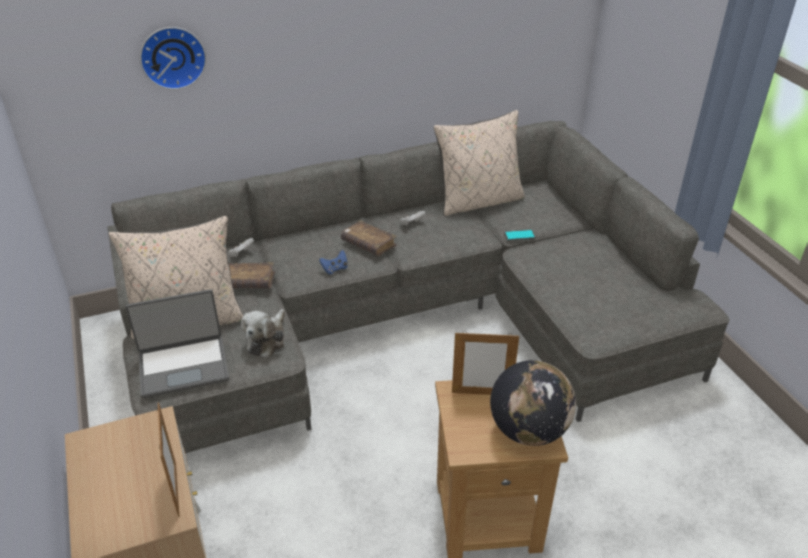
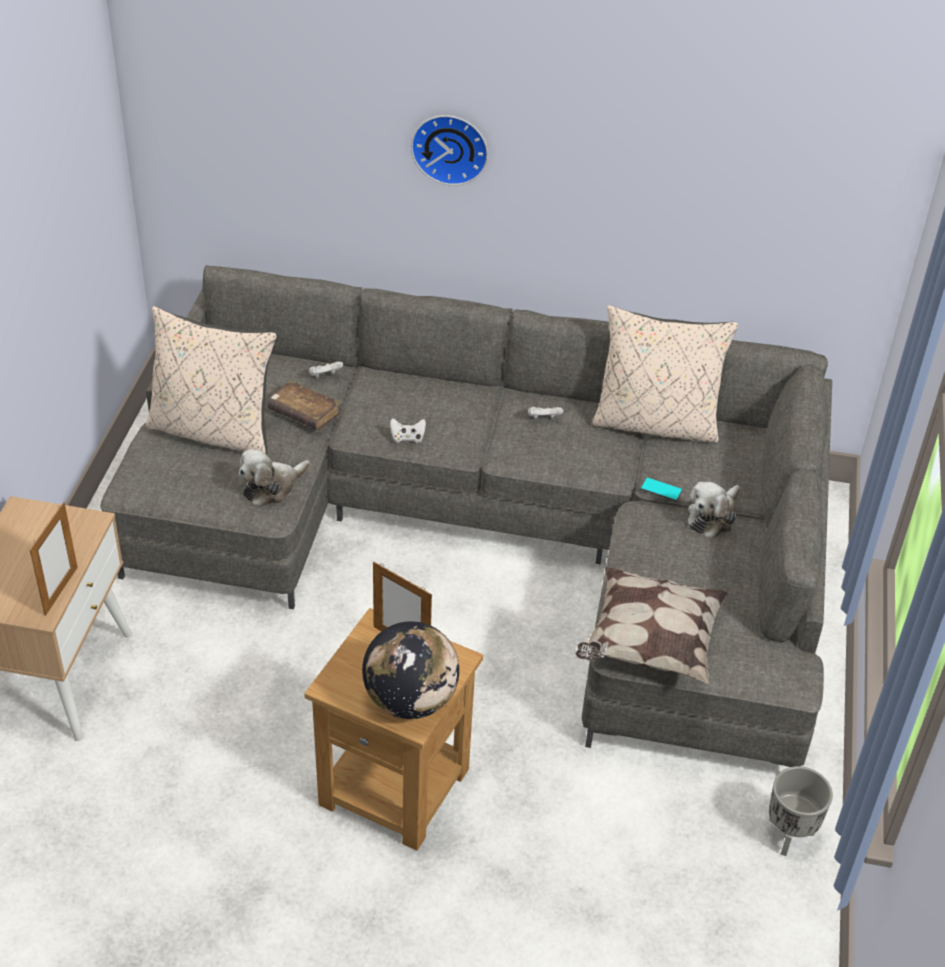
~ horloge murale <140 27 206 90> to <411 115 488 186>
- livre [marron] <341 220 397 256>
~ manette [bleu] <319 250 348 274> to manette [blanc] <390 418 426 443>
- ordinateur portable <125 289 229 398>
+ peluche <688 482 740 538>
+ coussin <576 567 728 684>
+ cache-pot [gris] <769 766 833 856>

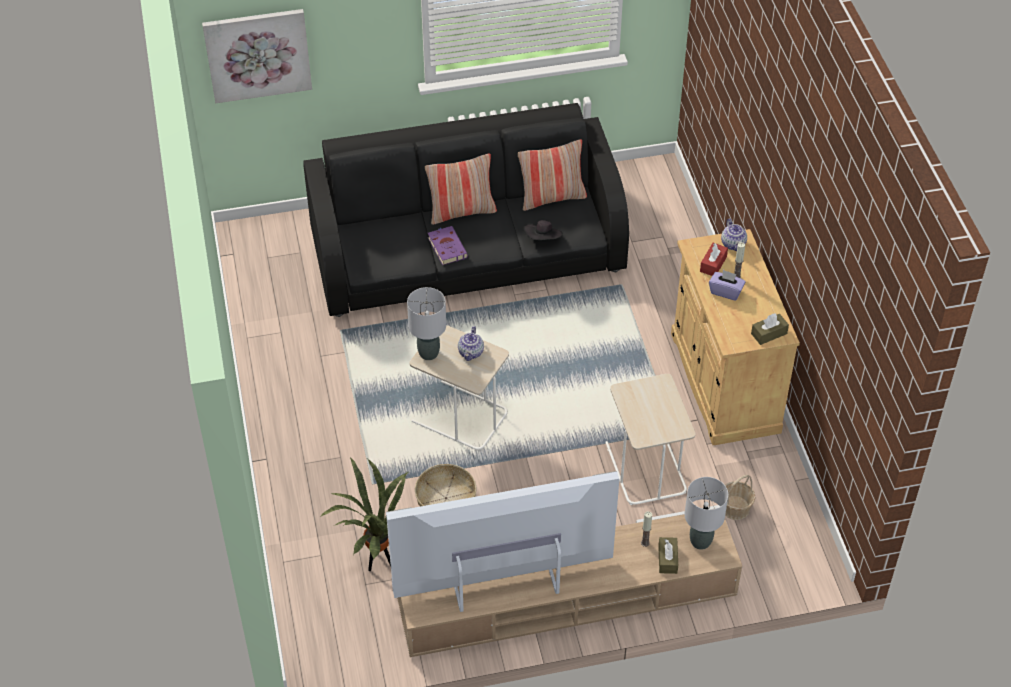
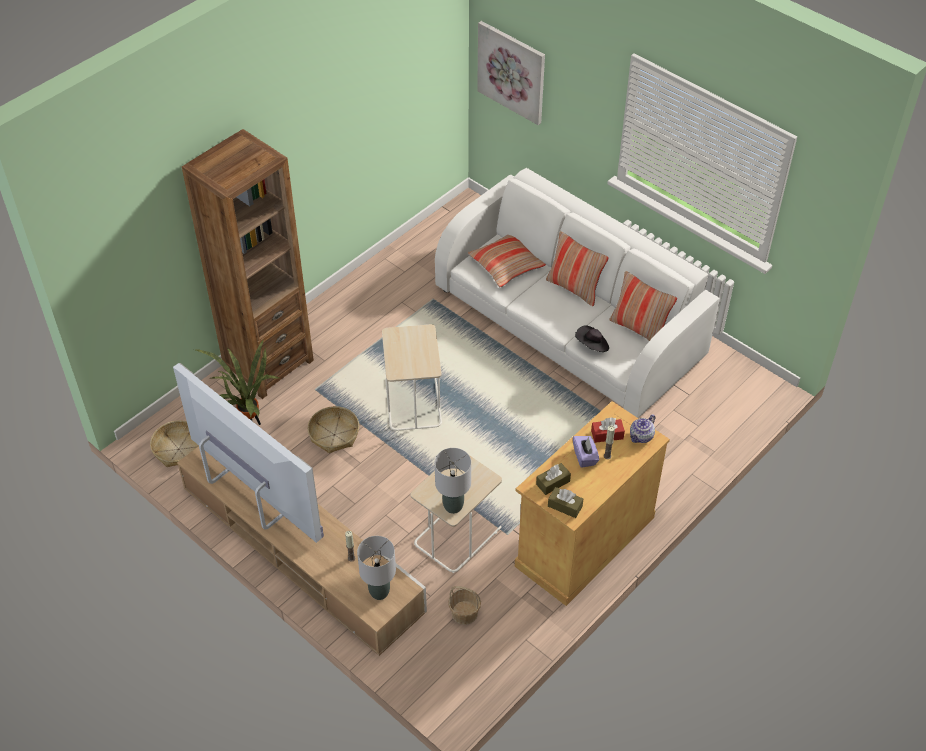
~ canapé [noir] <303 103 629 317> to canapé [blanc] <435 168 720 418>
- livre [violet] <428 226 468 265>
~ lampe de table [gris] <407 287 446 360> to <435 448 471 514>
- théière <458 326 484 361>
~ boîte à mouchoirs [marron] <658 537 678 574> to <536 463 571 495>
+ bibliothèque [marron] <182 129 314 399>
+ coussin <468 235 546 287>
+ panier <150 420 199 467>

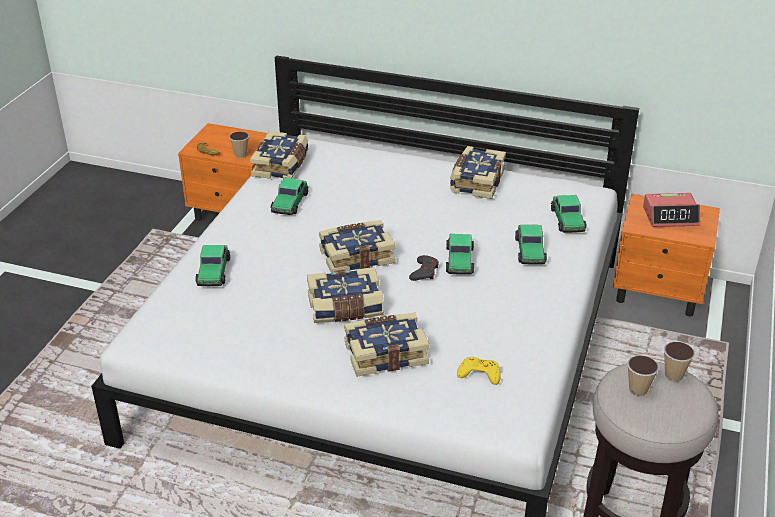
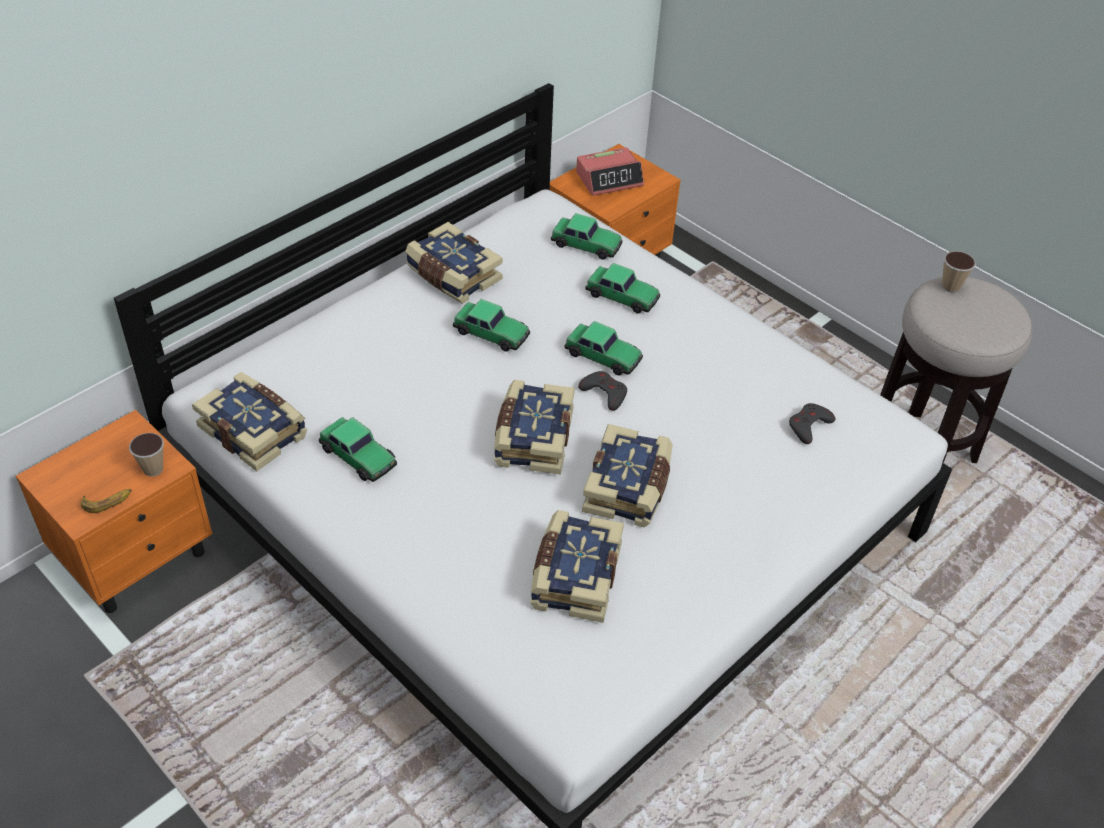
~ réveil <643 193 700 227> = <576 147 644 196> 45 degrees clockwise
~ petite voiture <195 245 230 286> to <453 299 530 351>
~ livre <344 313 430 377> to <531 510 624 623>
- tasse <627 355 659 396>
~ manette [jaune] <457 357 501 385> to manette [gris] <789 403 835 444>

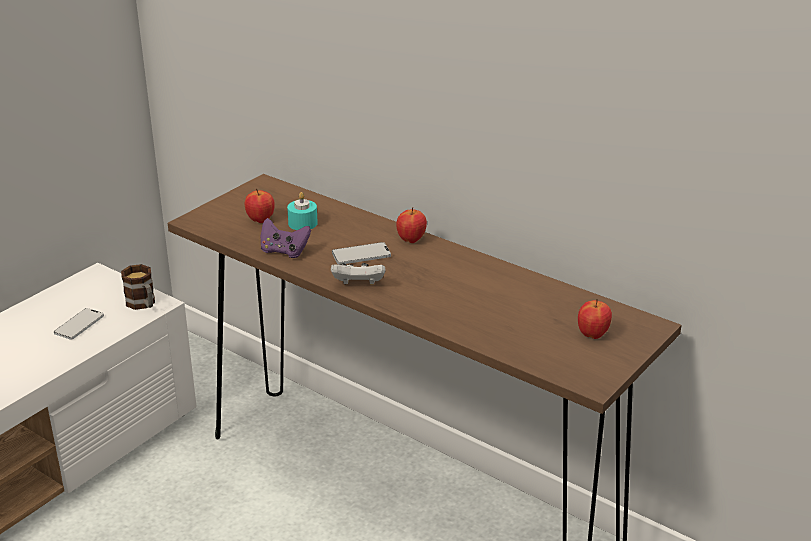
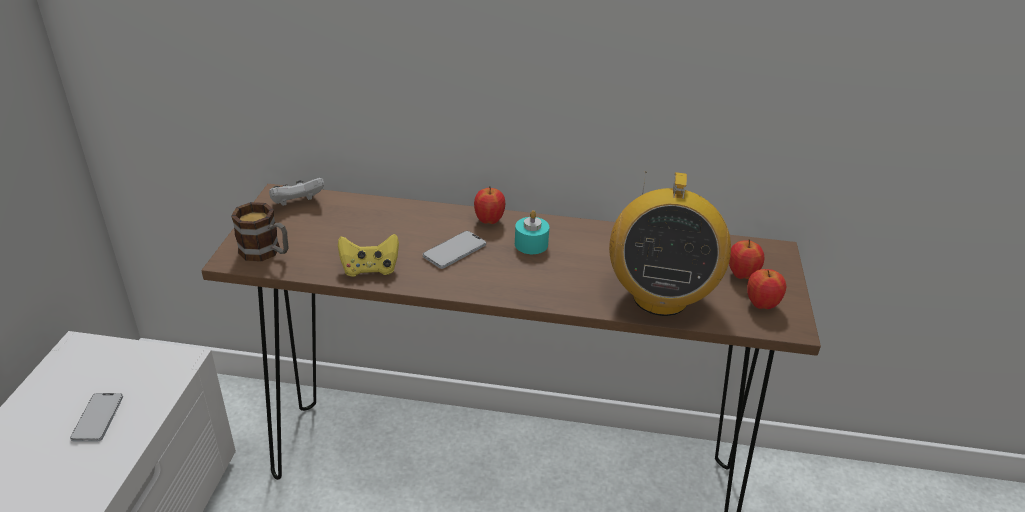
~ pomme <245 189 275 223> to <747 269 786 309>
~ bougie [turquoise] <287 192 318 230> to <515 210 549 254>
~ manette [violet] <261 218 311 258> to manette [jaune] <338 234 399 277>
~ manette [blanc] <331 263 386 284> to <269 178 324 206>
~ mug <121 264 155 310> to <231 202 289 262>
+ radio <609 172 731 316>

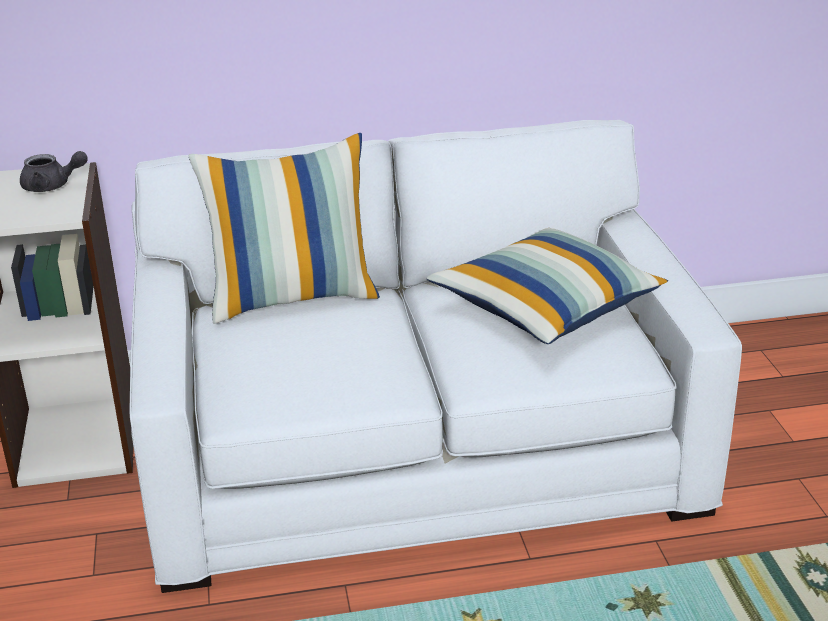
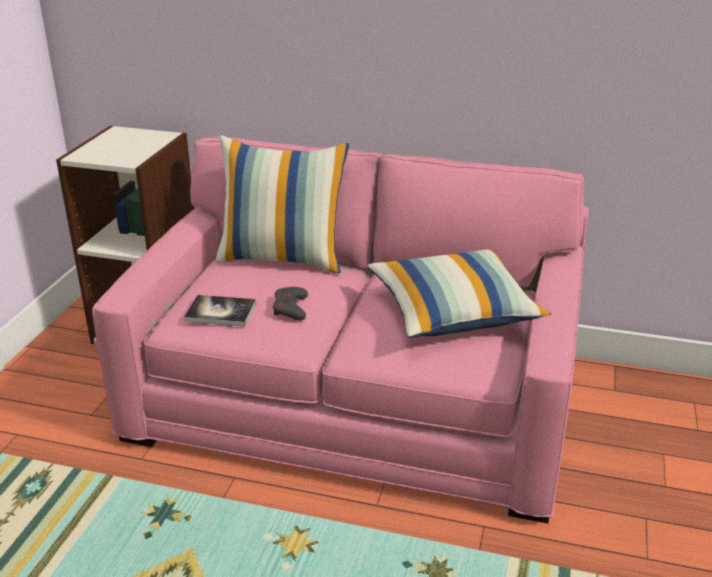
~ canapé [blanc] <130 120 742 593> to canapé [rose] <92 137 589 524>
- théière [gris] <20 151 88 192>
+ manette [gris] <273 287 308 321>
+ livre <184 295 256 327>

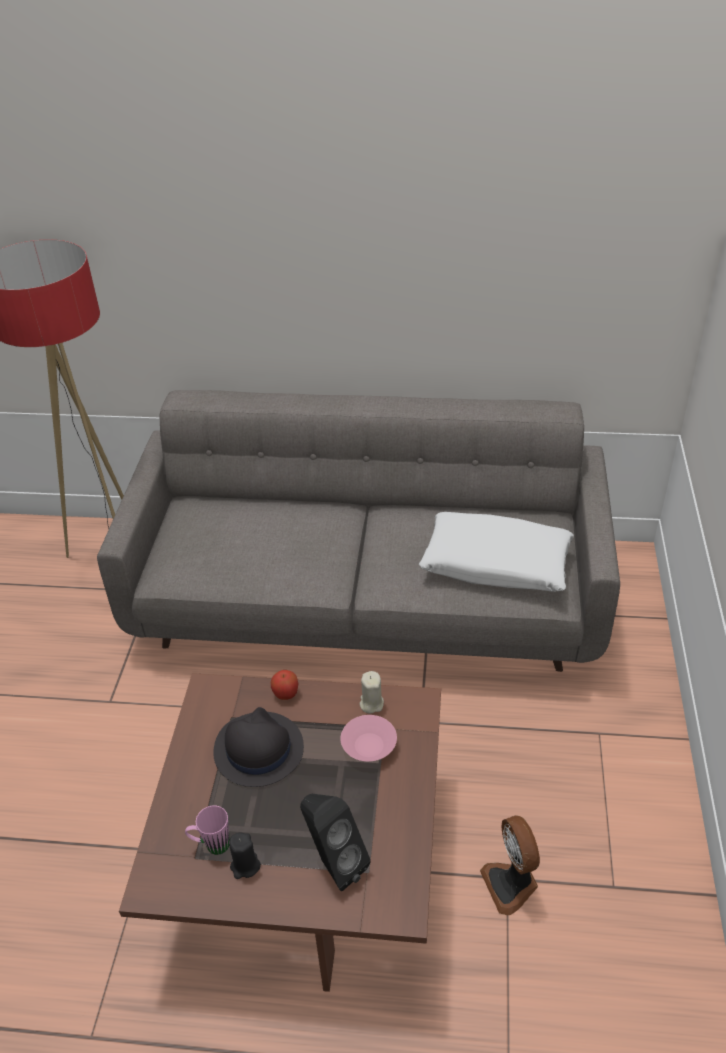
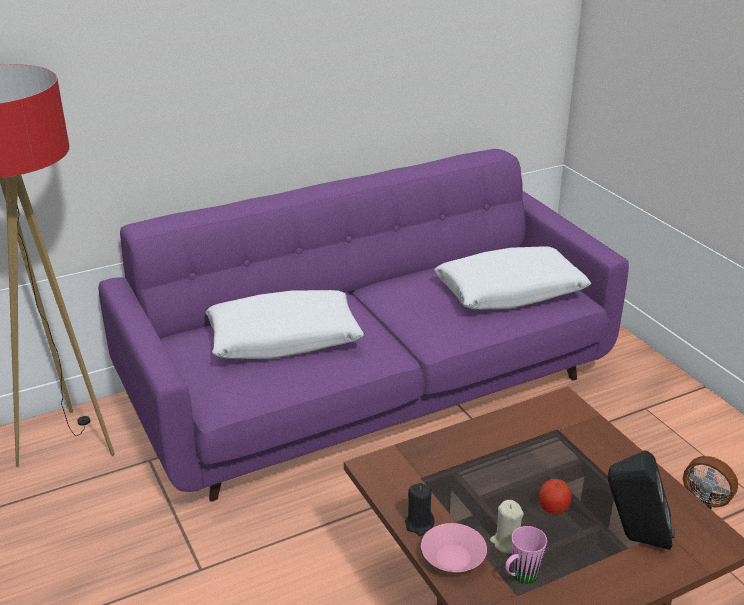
~ canapé [gris] <97 390 620 672> to canapé [violet] <99 149 629 502>
~ pomme <271 670 299 700> to <539 479 571 514>
~ bougie [beige] <360 671 384 714> to <490 500 524 553>
- chapeau [noir] <213 707 304 787>
~ bol [rose] <340 715 397 761> to <421 523 487 572>
~ bougie [noir] <229 833 261 879> to <405 483 435 536>
+ coussin [blanc] <206 290 364 359>

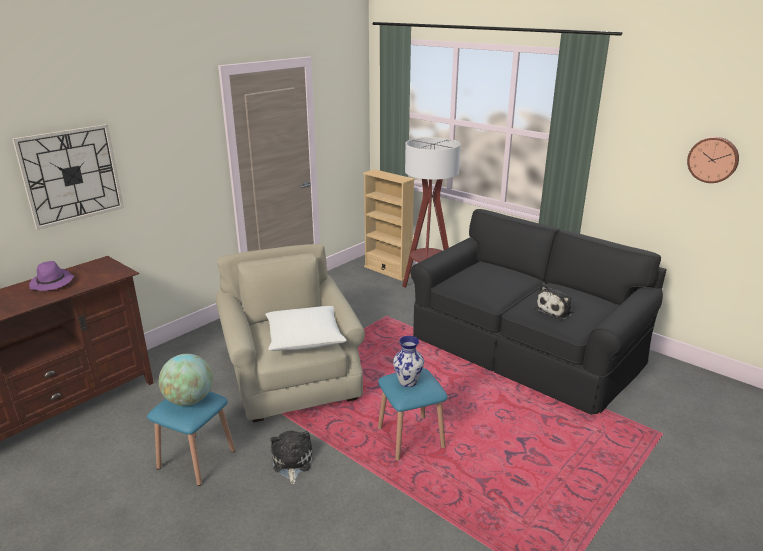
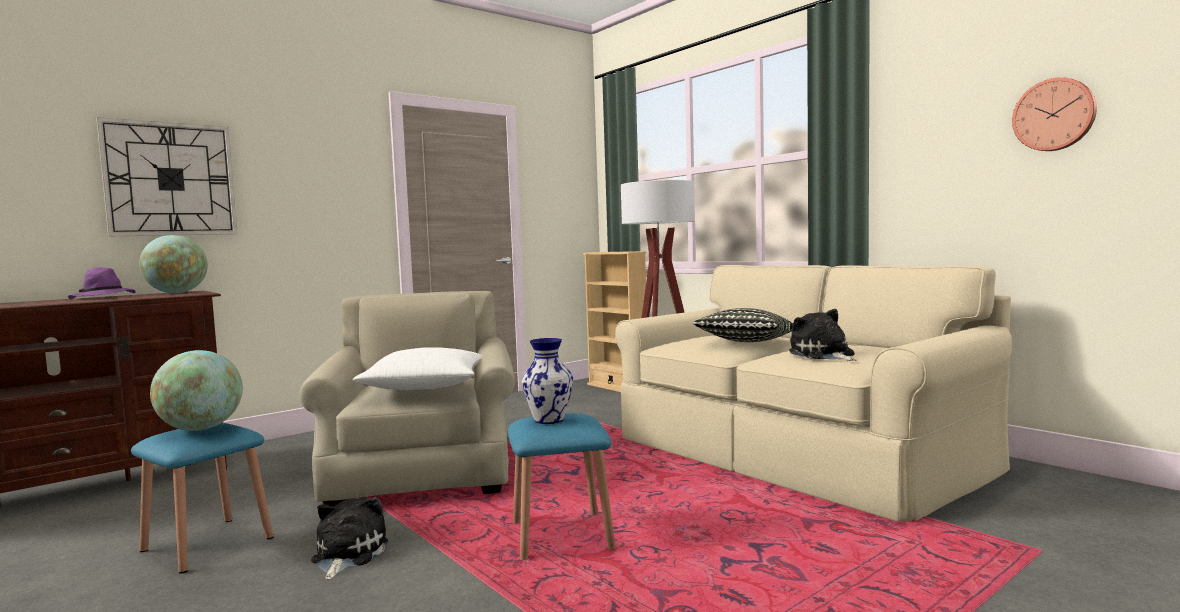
~ canapé [noir] <411 209 667 415> to canapé [beige] <615 265 1012 522>
~ peluche <535 283 574 319> = <789 309 857 361> 105 degrees clockwise
+ globe <139 235 208 293>
+ coussin <693 308 793 342>

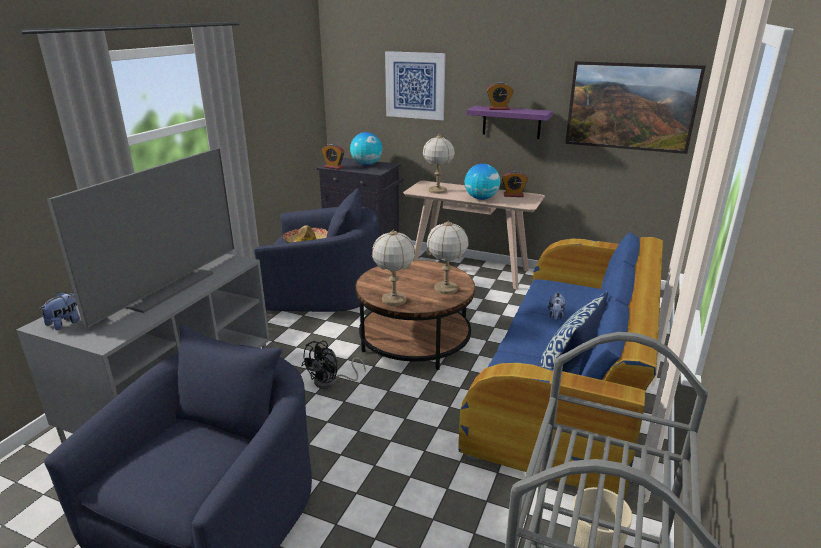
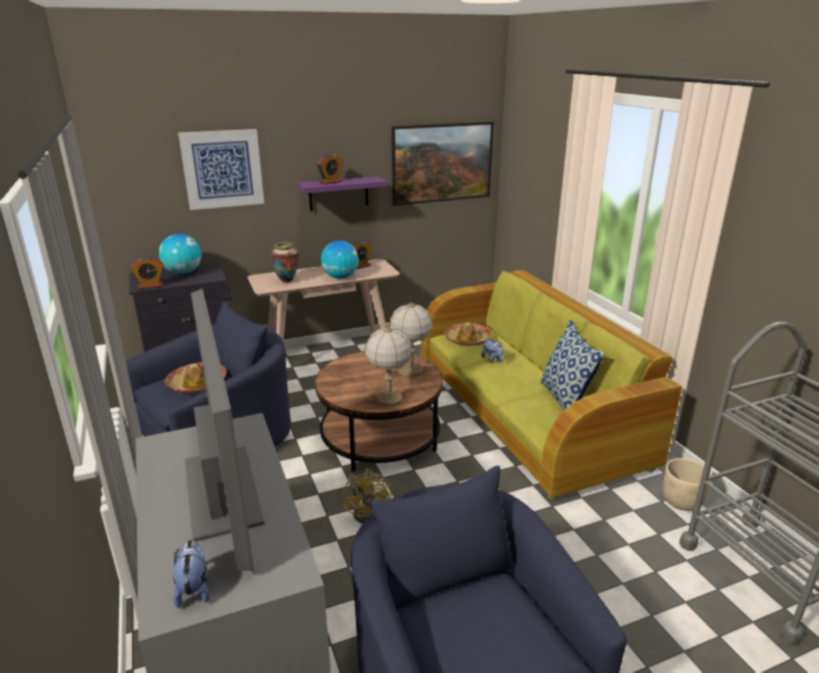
~ lampe de table <423 134 455 194> to vase <270 242 299 283>
~ canapé [bleu] <459 232 663 498> to canapé [vert] <421 270 682 500>
~ ventilateur [noir] <301 341 366 389> to ventilateur [jaune] <342 469 392 524>
+ chapeau <443 323 492 346>

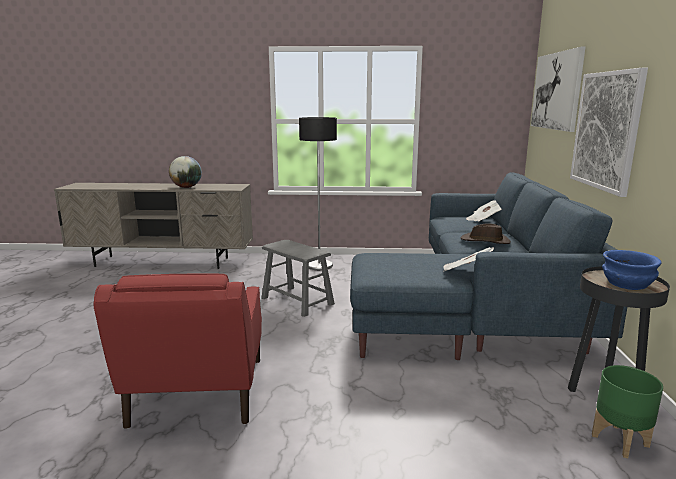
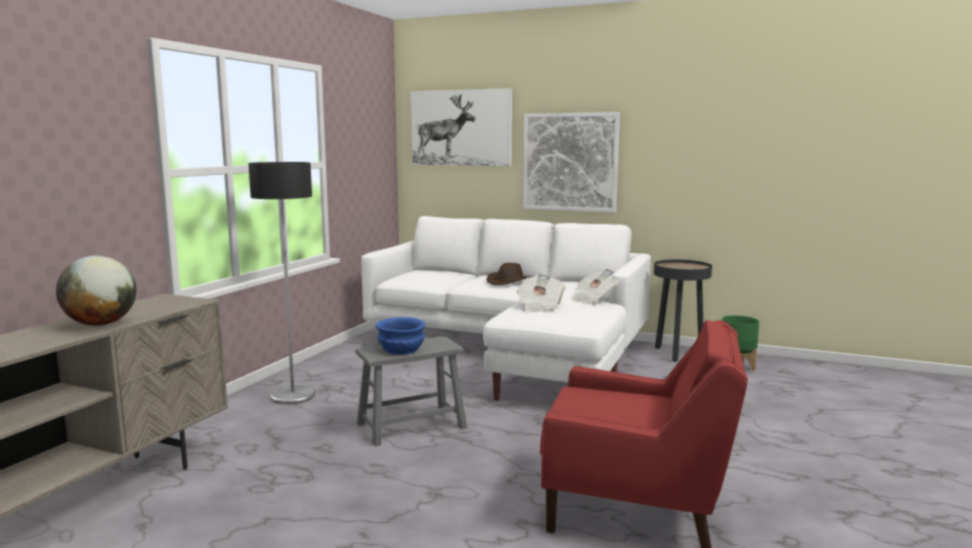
~ canapé [bleu] <350 172 627 360> to canapé [blanc] <361 216 651 401>
~ journal <466 200 502 221> to <517 274 566 312>
~ bol [bleu] <602 250 662 290> to <376 317 425 354>

